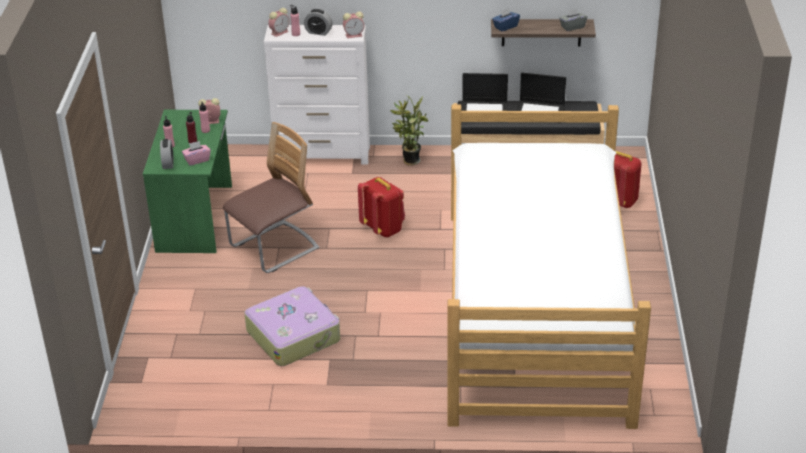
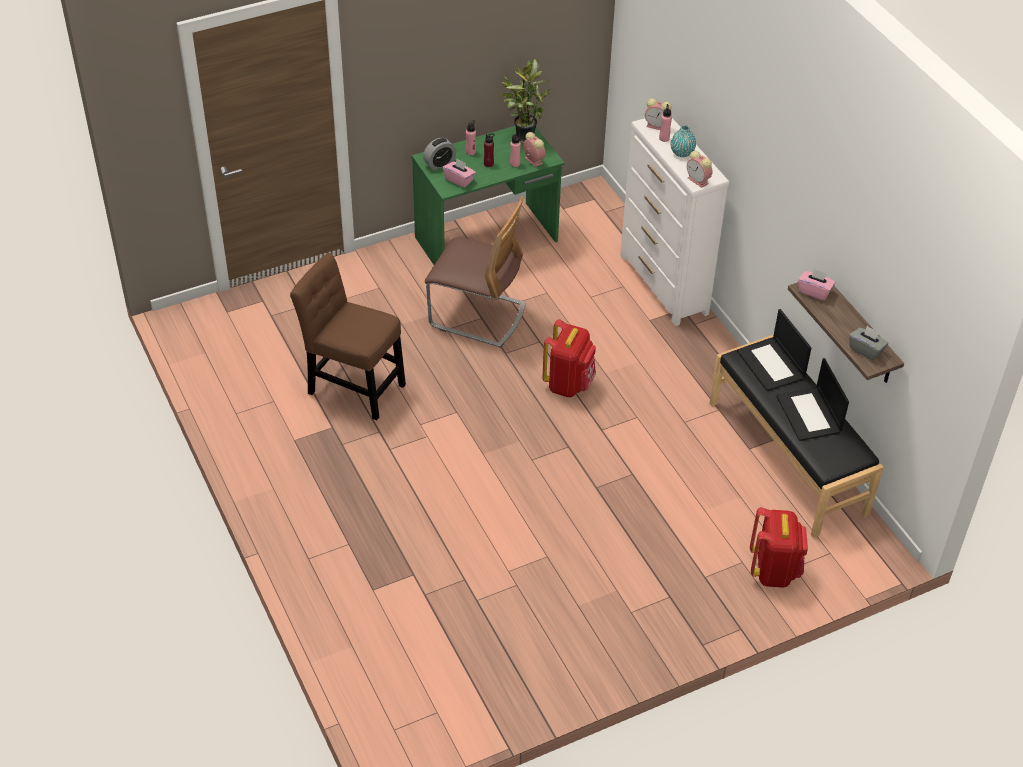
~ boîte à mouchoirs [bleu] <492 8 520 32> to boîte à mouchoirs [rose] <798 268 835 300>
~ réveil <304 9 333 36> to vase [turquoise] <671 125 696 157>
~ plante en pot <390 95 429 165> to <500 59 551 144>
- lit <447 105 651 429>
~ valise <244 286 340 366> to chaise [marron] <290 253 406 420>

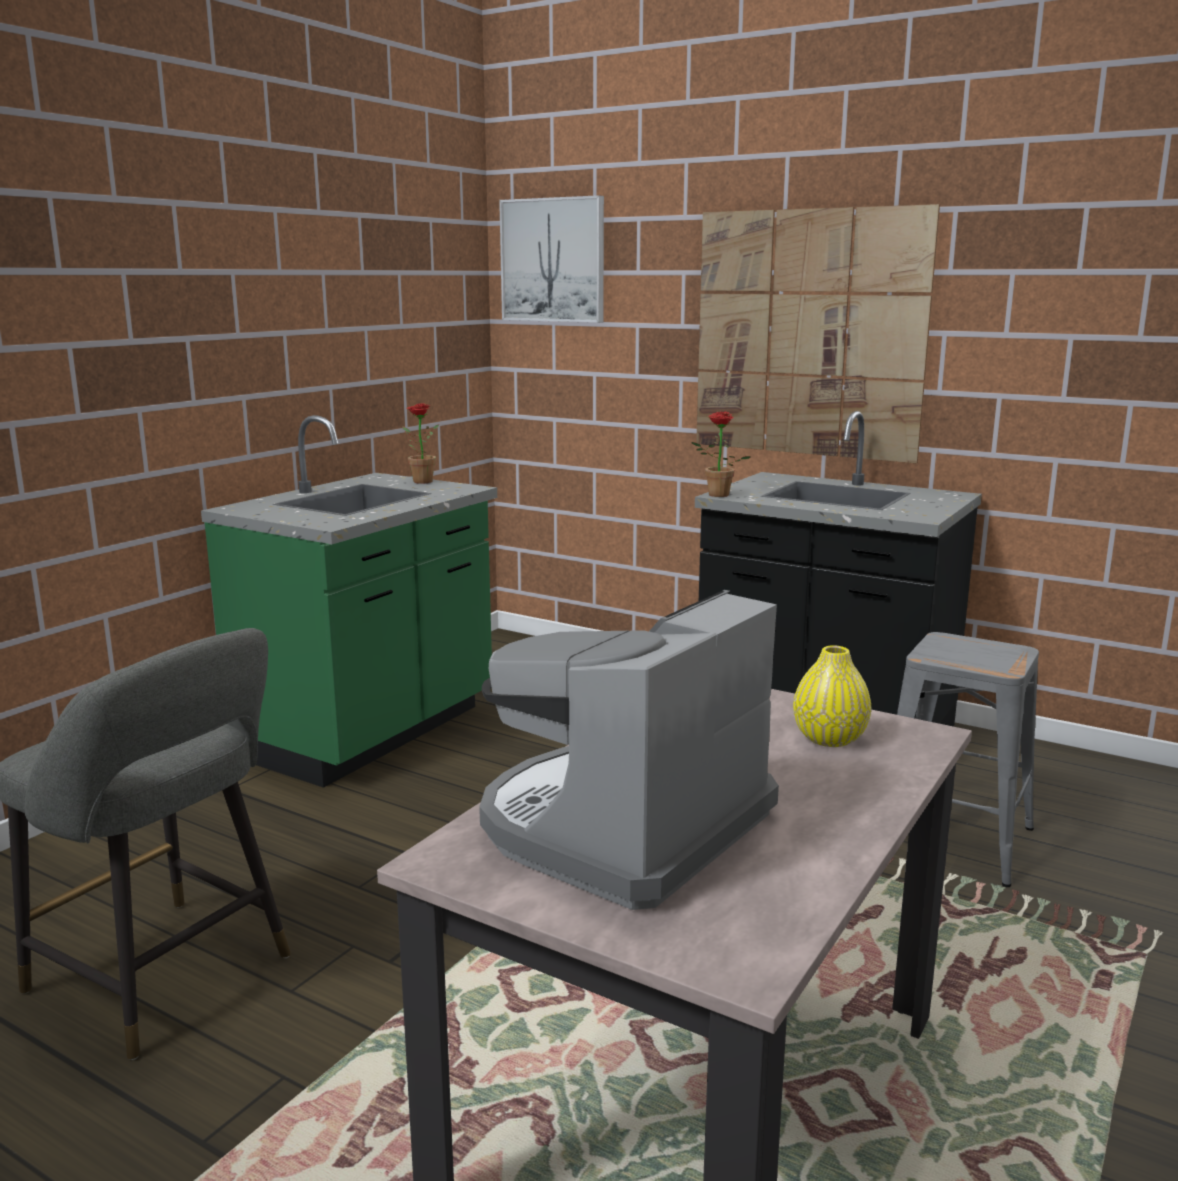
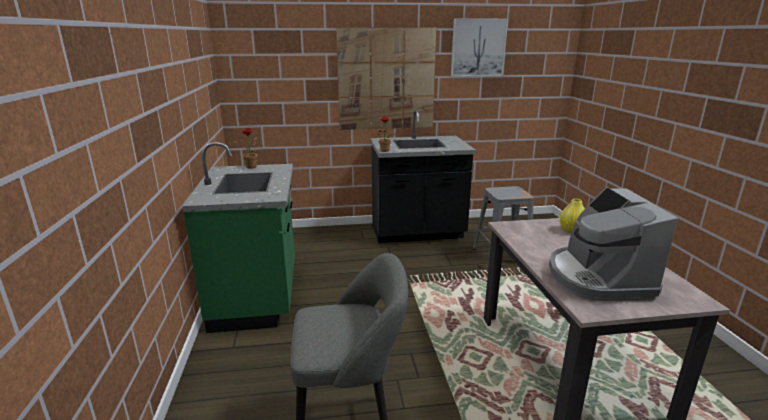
~ tableau <499 195 604 323> to <451 18 508 77>

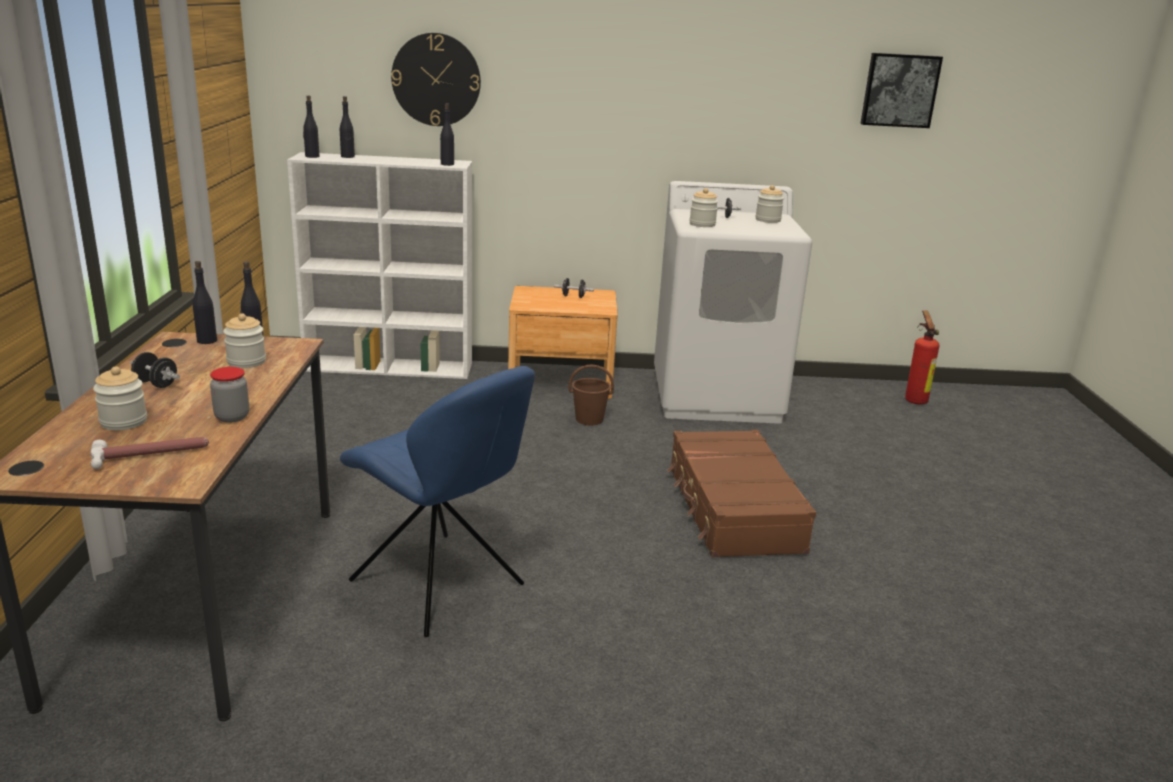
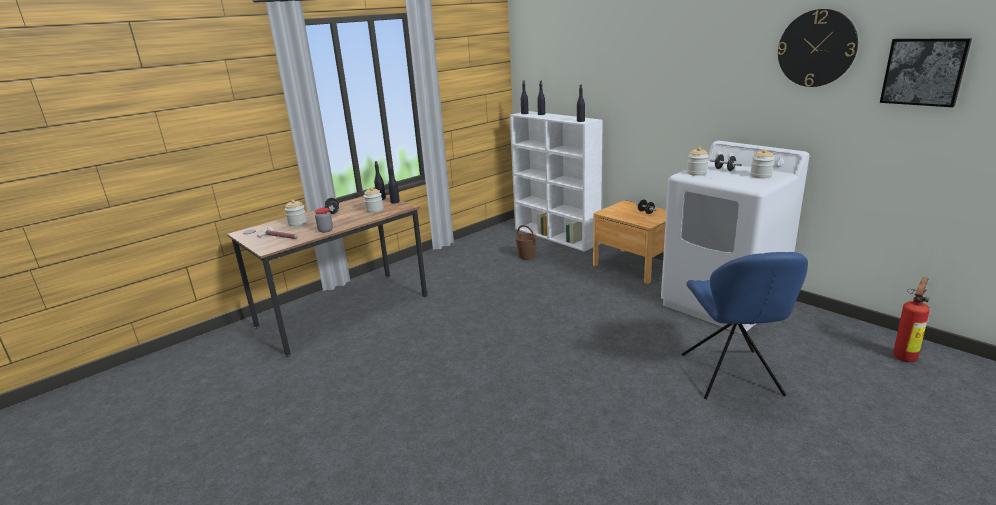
~ horloge murale <391 33 481 126> to <777 9 858 87>
~ seau [marron] <569 365 614 425> to <515 225 537 260>
~ chaise [bleu] <340 366 535 637> to <681 252 808 399>
- valise [marron] <667 430 816 557>

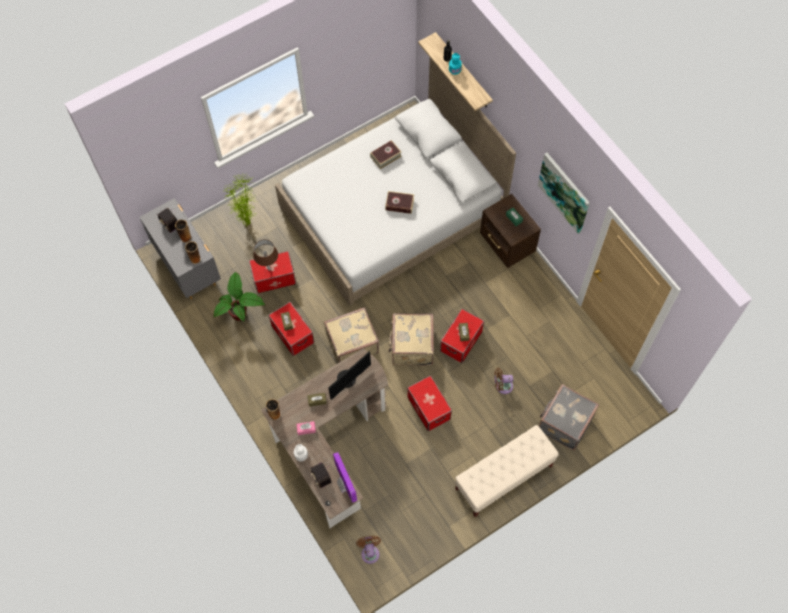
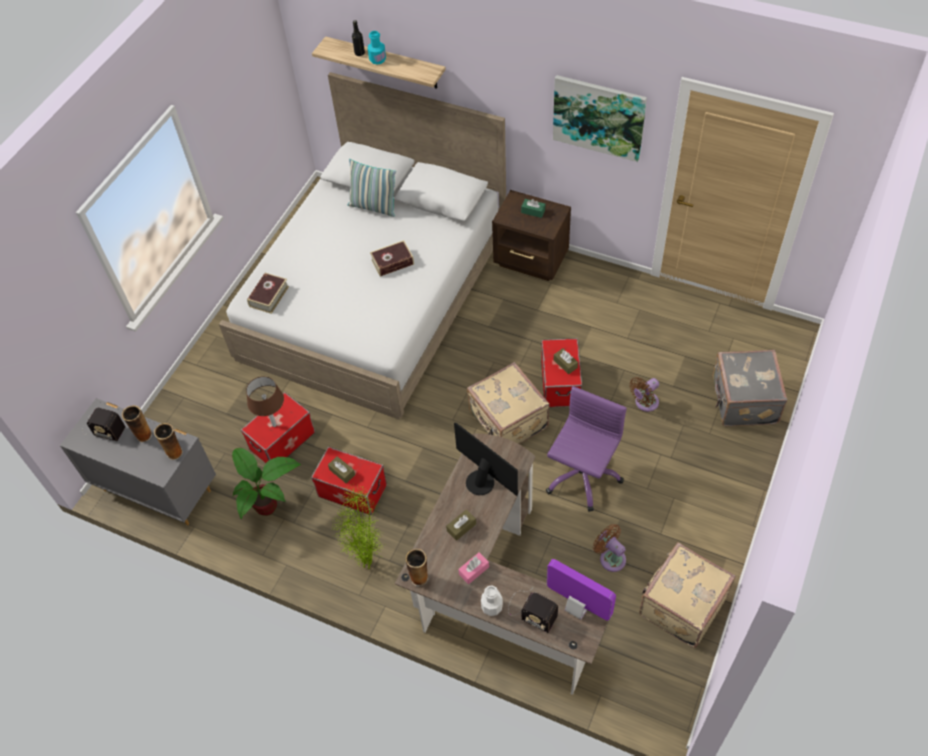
~ livre <370 140 402 169> to <247 273 289 314>
~ plante en pot <225 174 257 226> to <332 484 383 569>
~ valise [beige] <324 307 379 363> to <639 542 736 648>
~ écran d'ordinateur <328 351 371 399> = <454 423 518 496> 60 degrees counterclockwise
~ boîte de rangement <407 375 452 432> to chaise de bureau [violet] <546 386 627 512>
- banc [beige] <455 425 559 517>
~ ventilateur [marron] <356 536 381 564> to <593 524 626 572>
+ coussin <348 159 396 217>

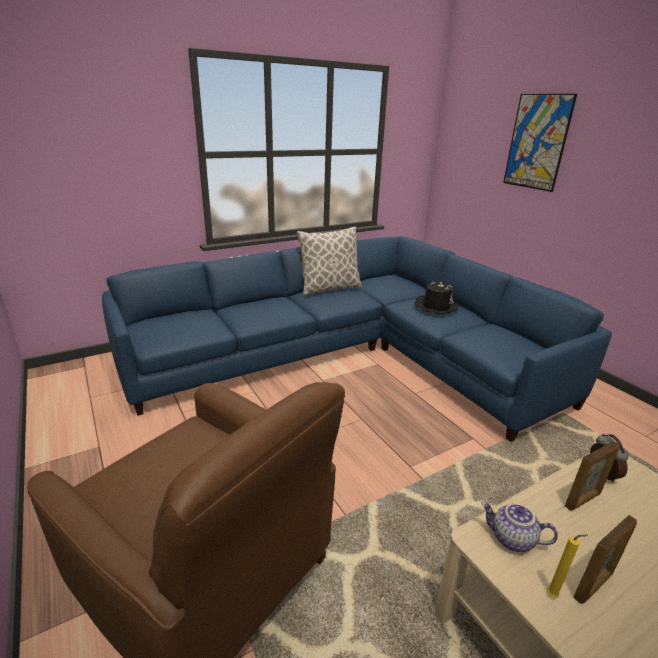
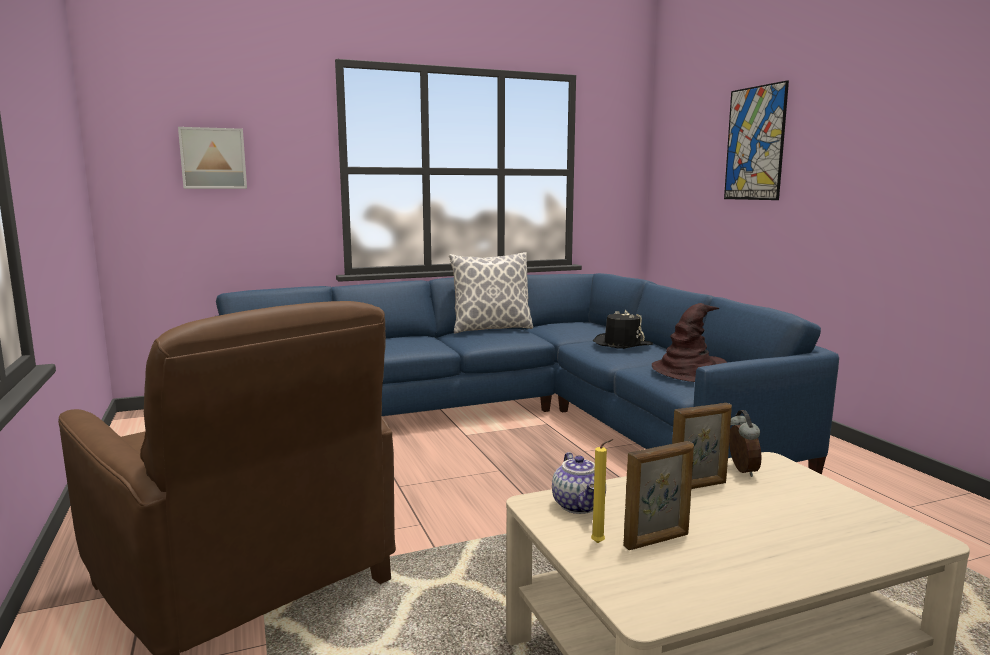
~ théière <481 502 558 552> = <552 452 606 514> 135 degrees counterclockwise
+ tableau <178 127 247 189>
+ chapeau [marron] <652 303 727 382>

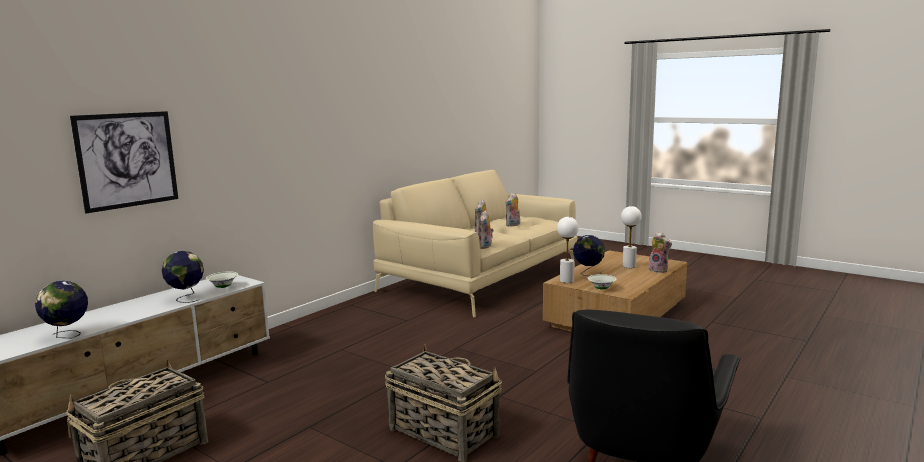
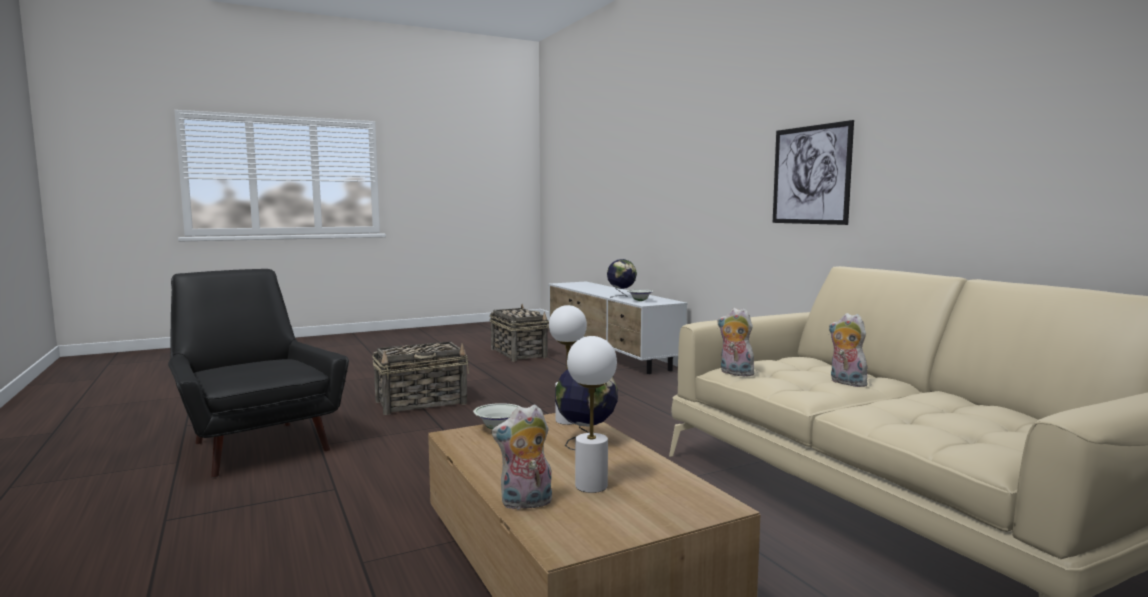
~ tableau <70 111 178 213> to <773 120 854 225>
- peluche <506 193 520 227>
- globe <35 281 88 338>

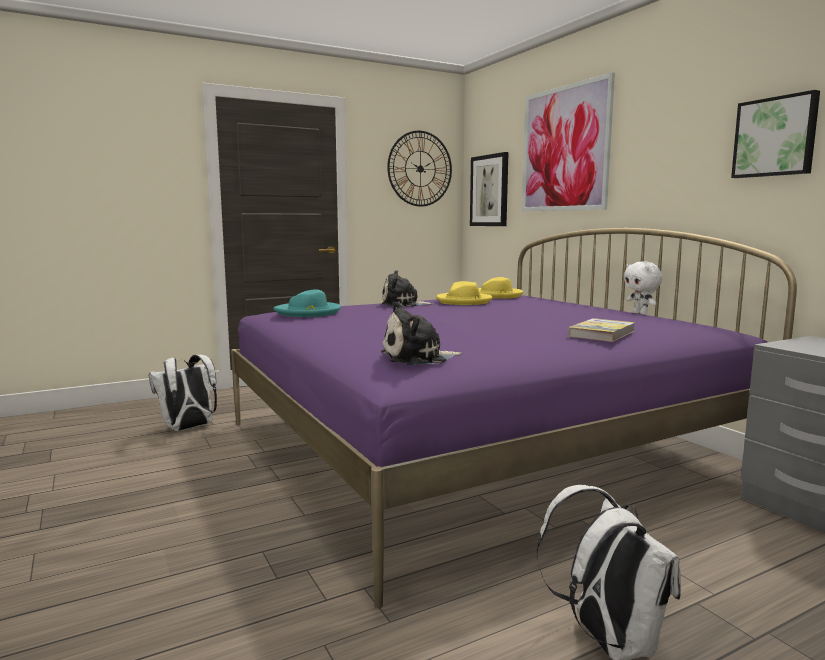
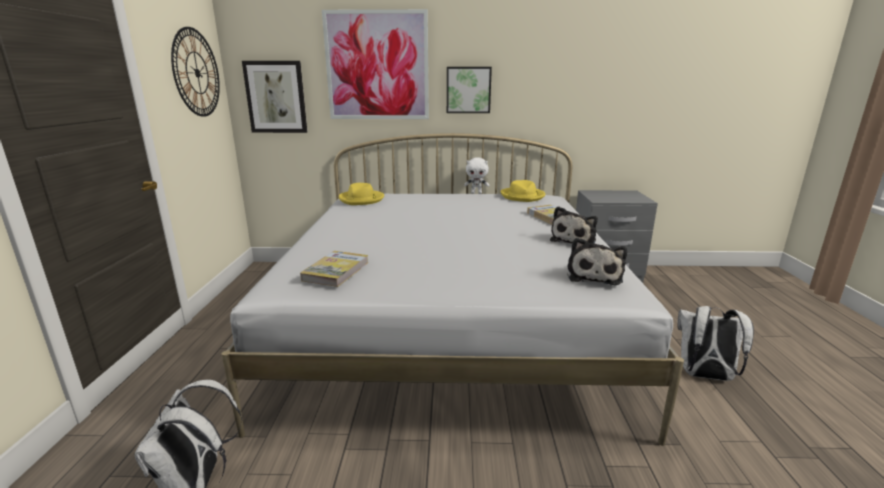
~ tableau <731 90 820 178> to <447 67 492 113>
~ lit [violet] <231 228 797 608> to lit [blanc] <221 133 684 446>
~ peluche <382 270 434 307> to <550 206 598 244>
~ chapeau [jaune] <436 281 493 305> to <500 180 545 202>
~ chapeau [turquoise] <274 289 341 317> to livre <300 251 369 287>

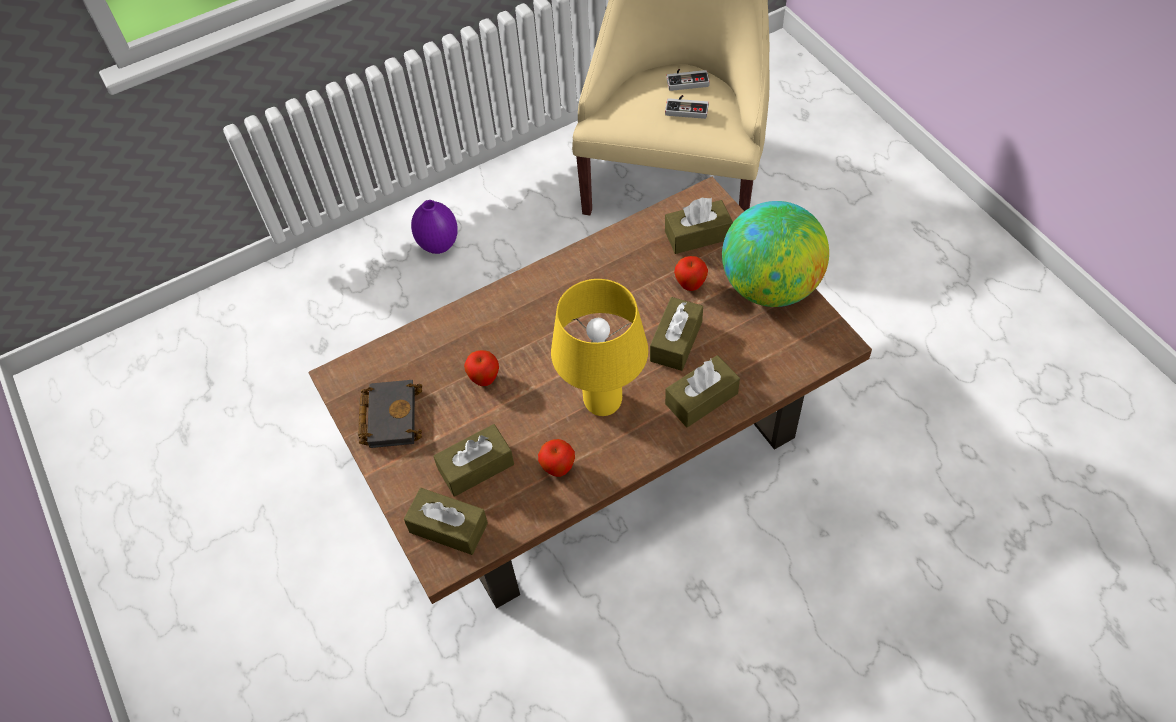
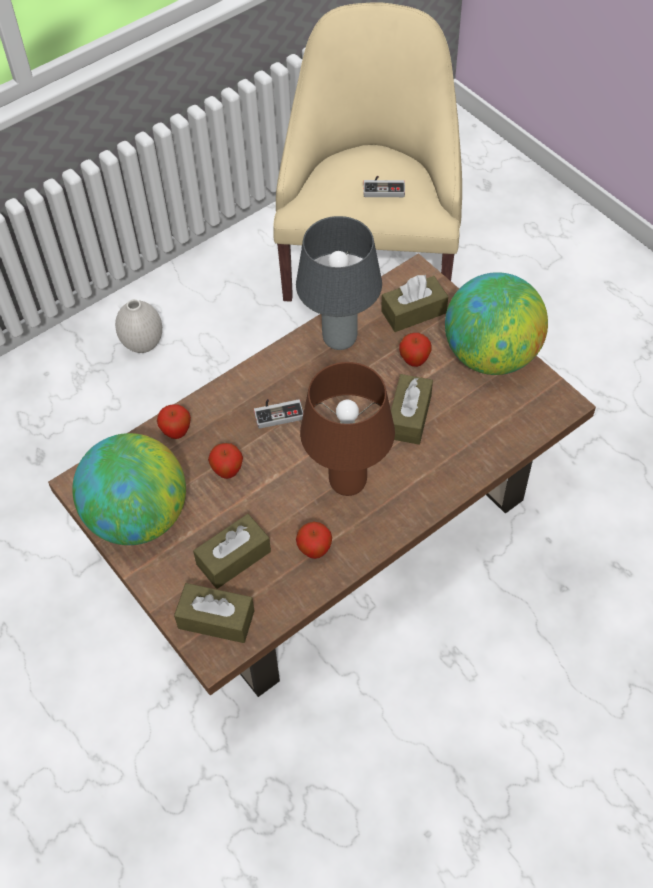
~ manette <666 69 710 91> to <254 399 304 429>
~ vase [violet] <411 200 458 254> to vase [blanc] <115 299 162 353>
~ lampe de table [jaune] <551 279 648 416> to lampe de table [marron] <300 362 395 496>
- boîte à mouchoirs [marron] <665 355 740 428>
~ livre [noir] <358 380 422 448> to globe <72 433 186 545>
+ lampe de table [gris] <296 216 382 350>
+ pomme <157 404 191 439>

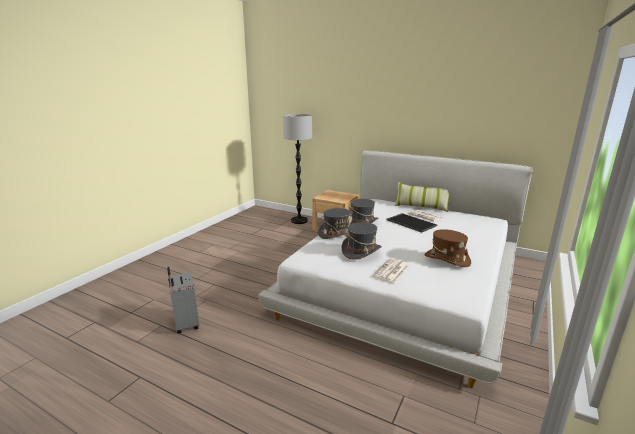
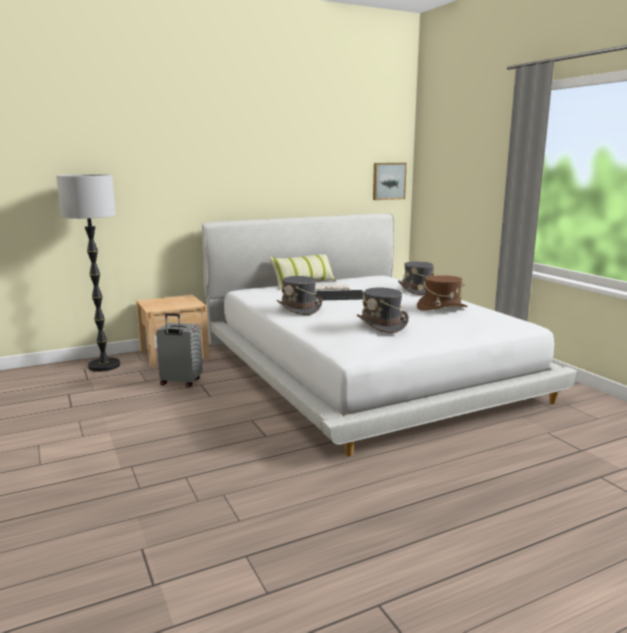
~ chapeau [gris] <318 208 352 239> to <398 261 434 295>
- journal <373 258 409 283>
~ valise [gris] <167 267 199 333> to <156 313 203 387>
+ tableau <373 163 407 200>

